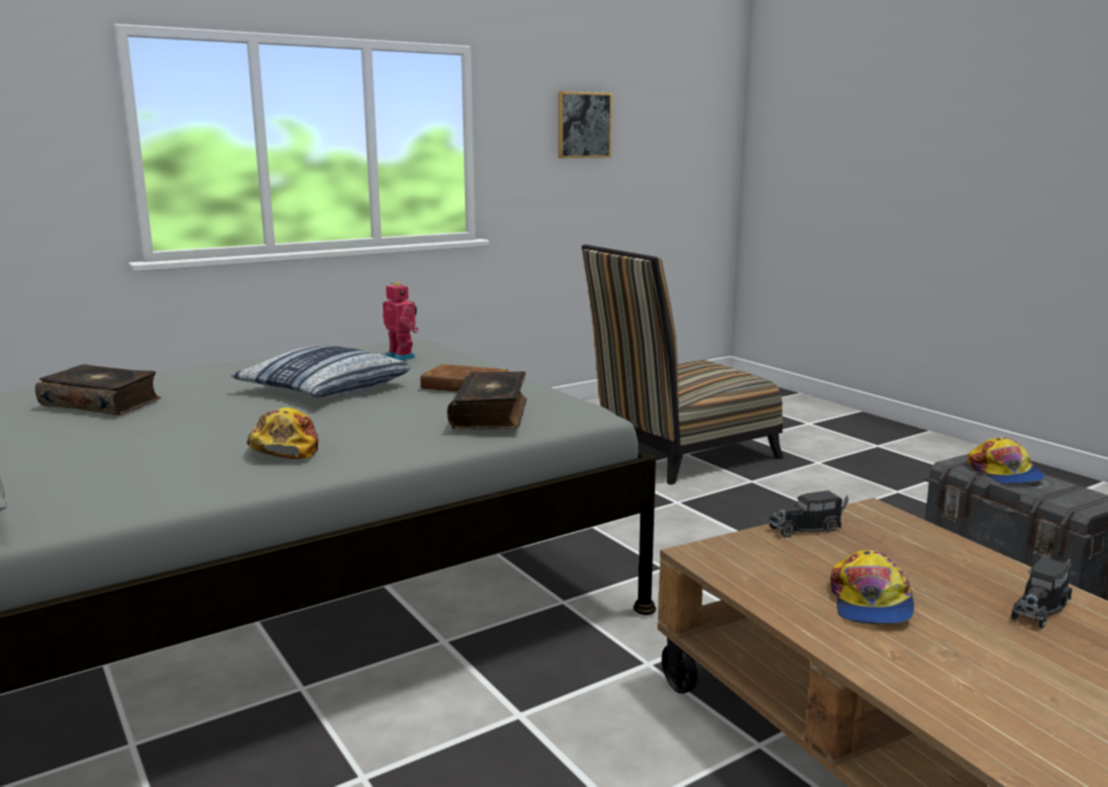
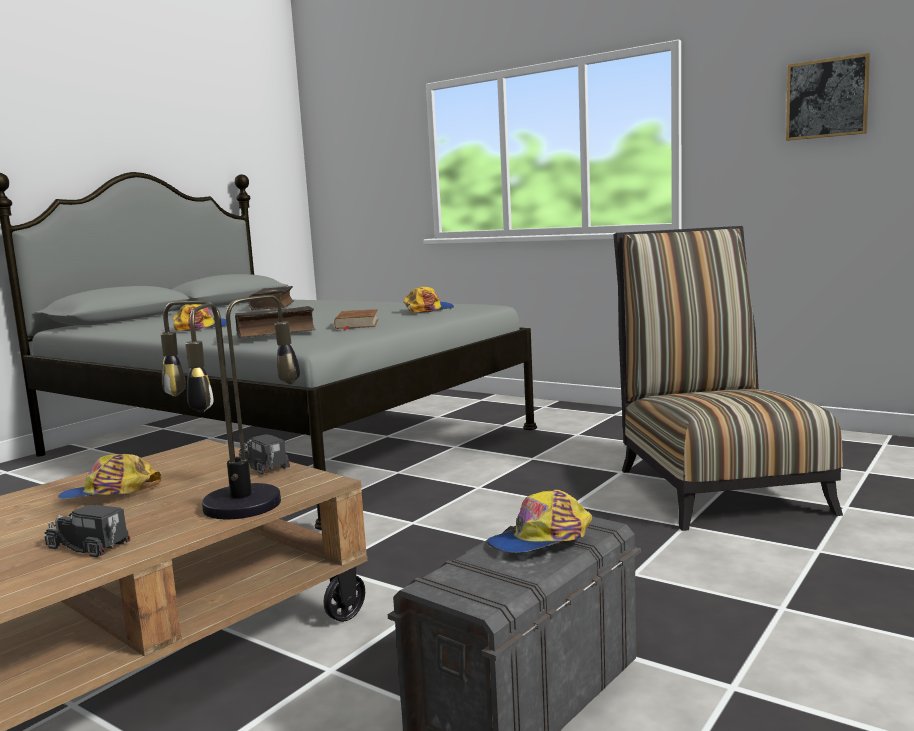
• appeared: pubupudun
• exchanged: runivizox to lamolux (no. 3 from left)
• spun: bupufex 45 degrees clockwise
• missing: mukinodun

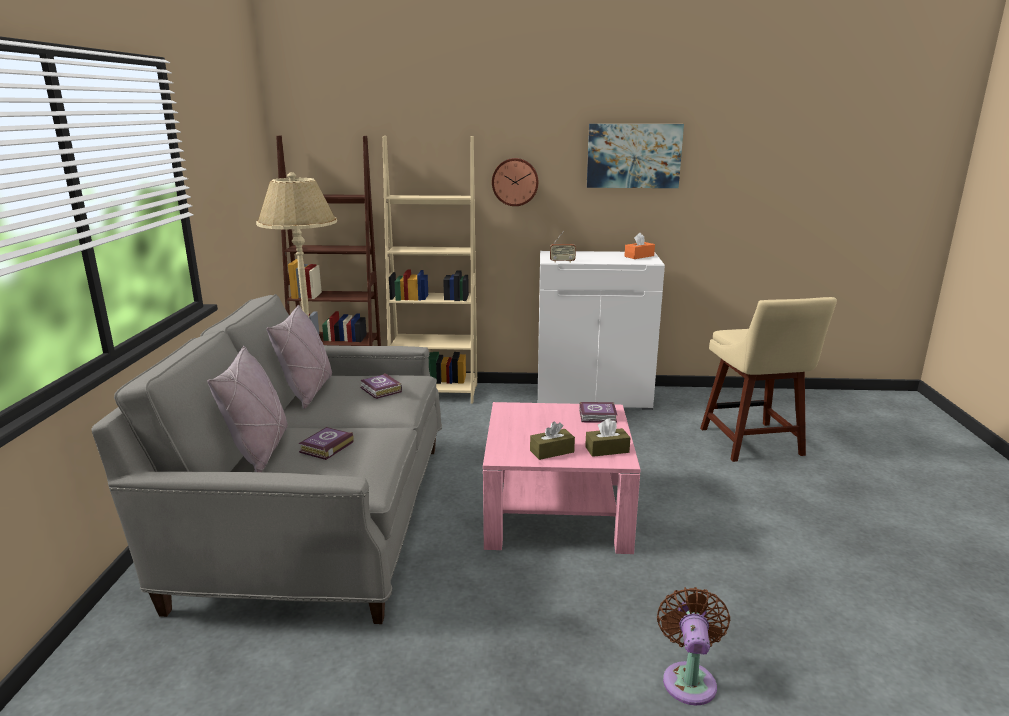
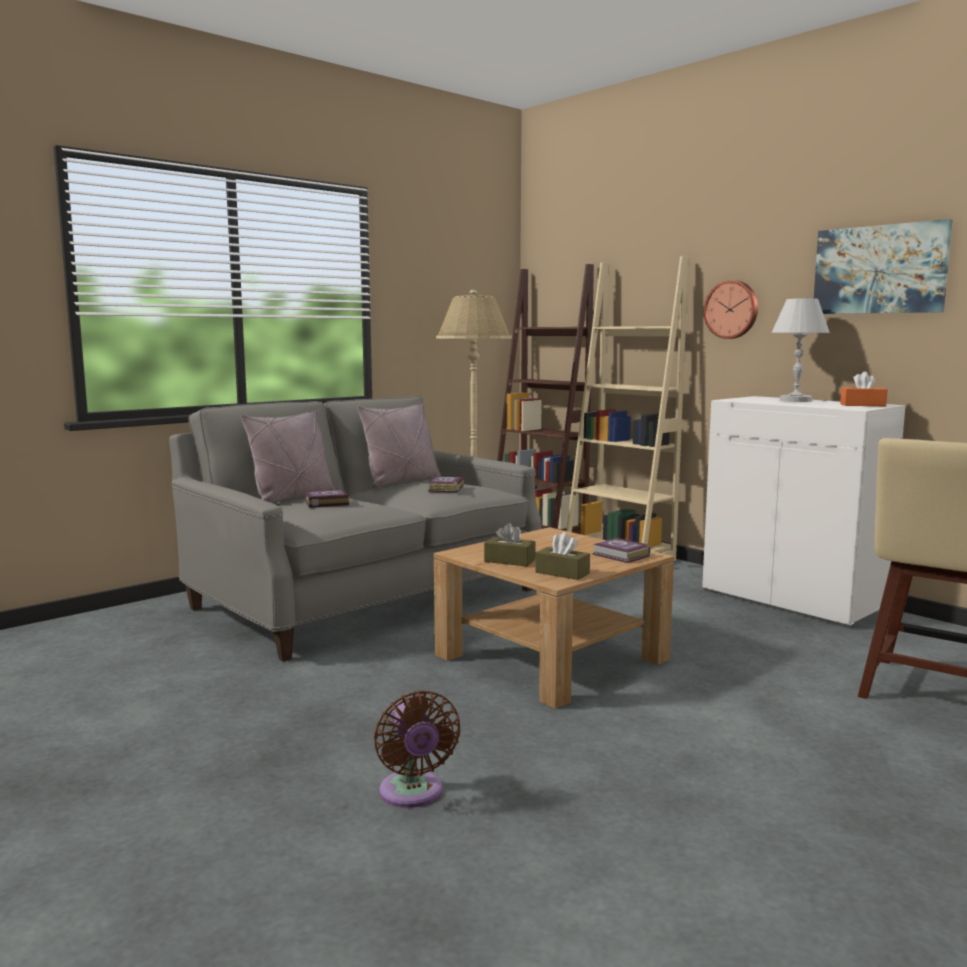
• spun: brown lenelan 105 degrees clockwise
• colour: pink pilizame to brown pilizame
• appeared: white pubupudun
• missing: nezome

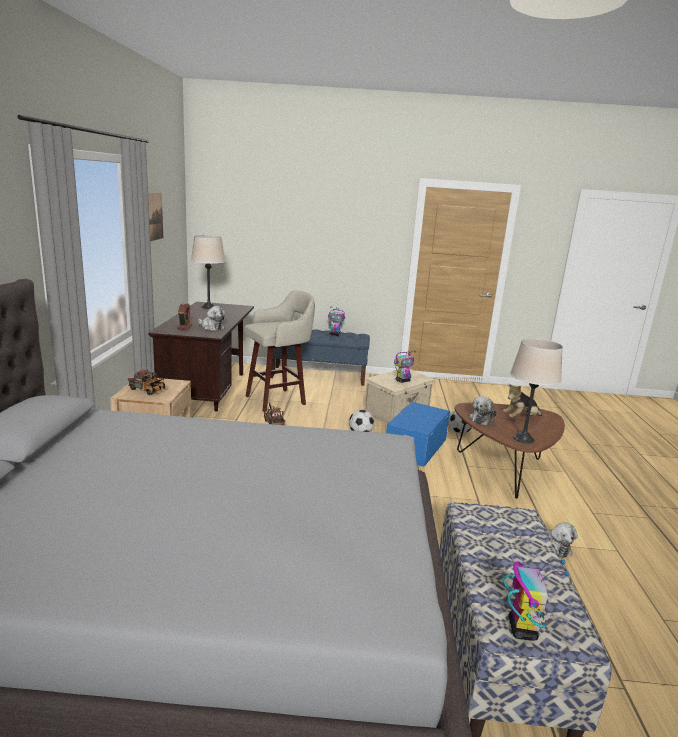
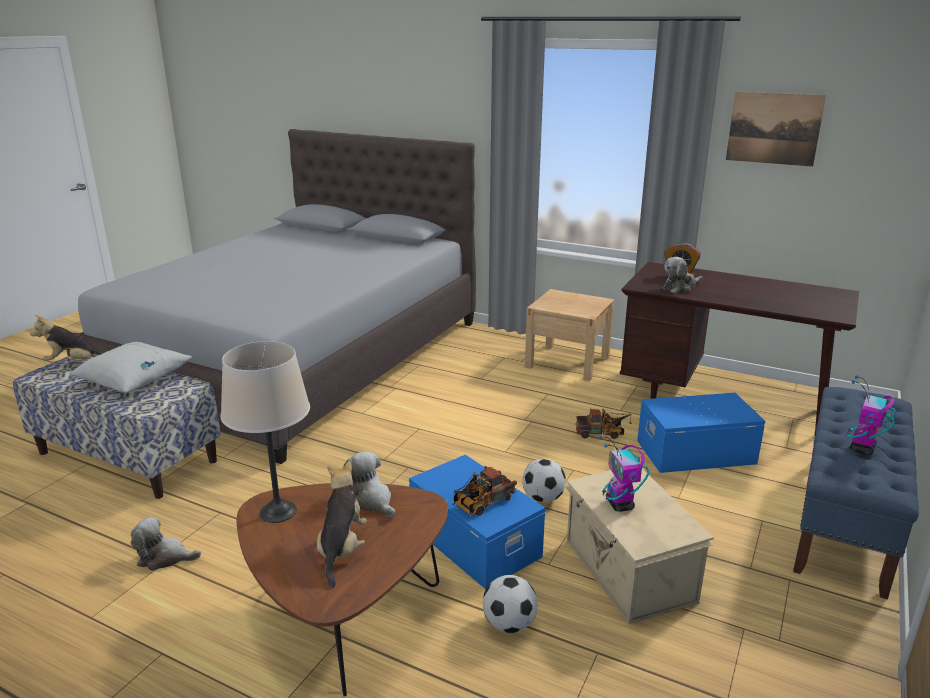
• exchanged: runivizox (no. 3 from left) to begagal (no. 1 from left)
• appeared: grey mukinodun
• relocated: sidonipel (no. 1 from left)
• exchanged: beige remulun to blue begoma (no. 2 from left)
• missing: beige pubupudun (no. 1 from left)

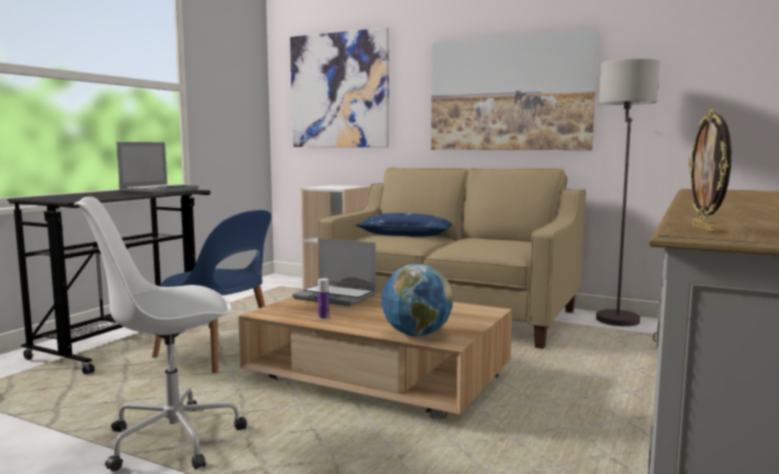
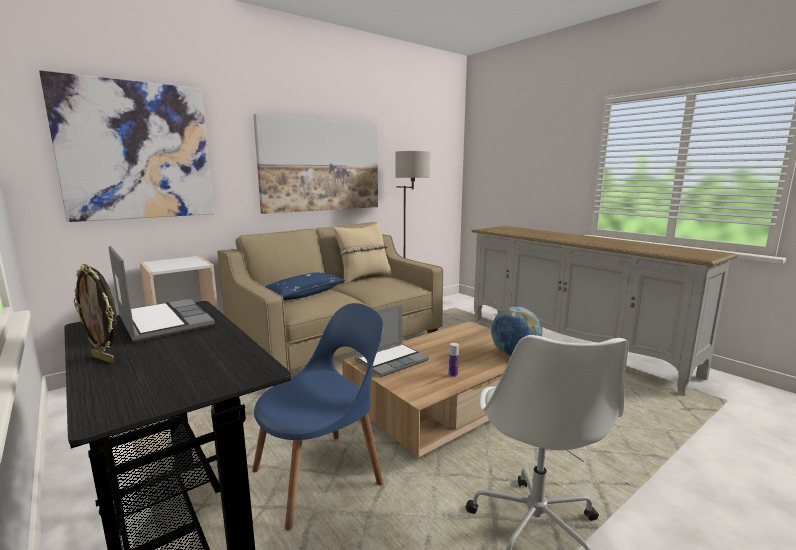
• relocated: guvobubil
• appeared: beige mukinodun

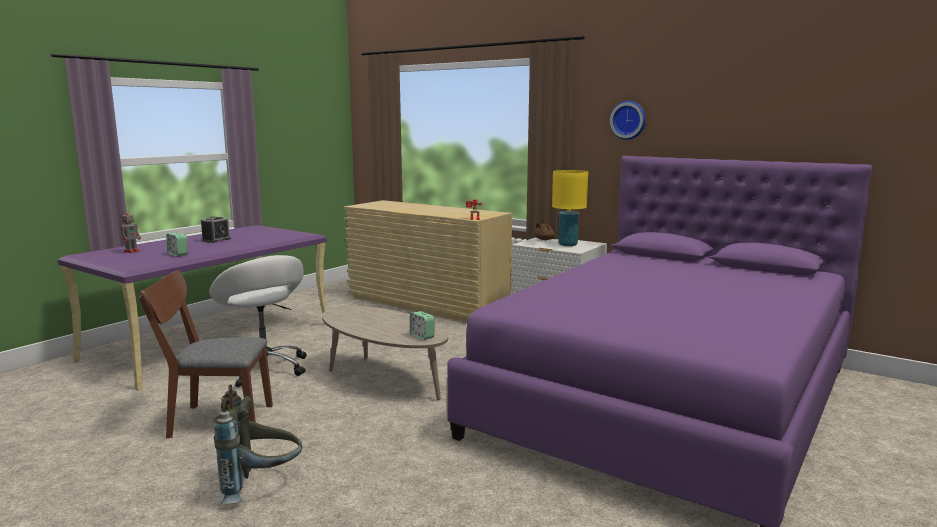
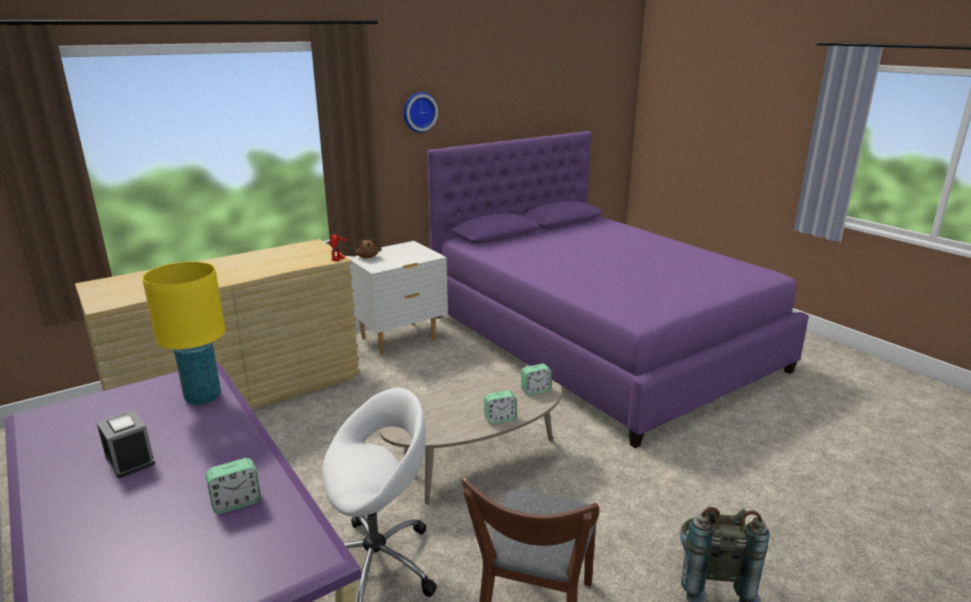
• relocated: yellow pubupudun
• appeared: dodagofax (no. 3 from left)
• missing: runivizox (no. 1 from left)

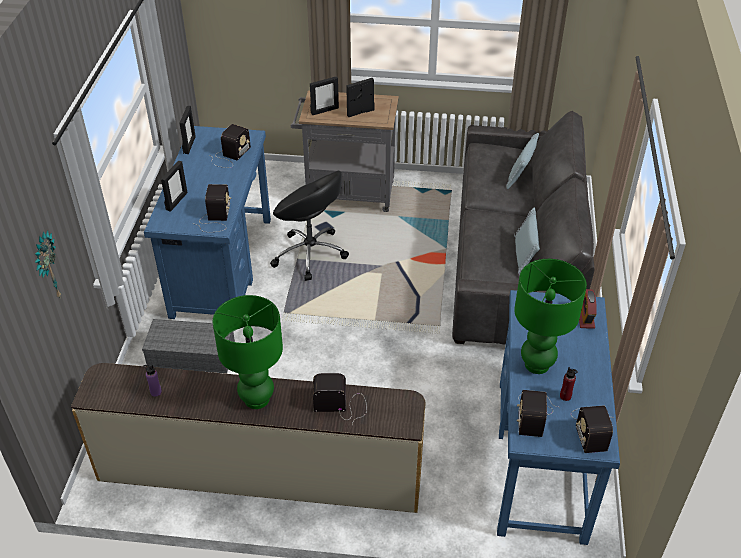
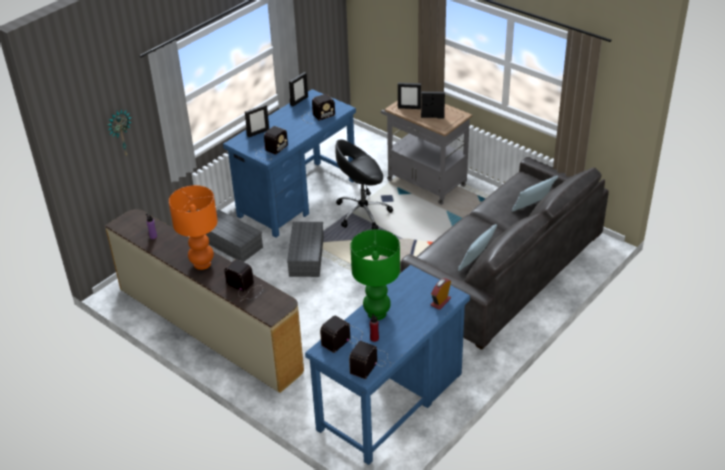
• colour: green pubupudun (no. 1 from left) to orange pubupudun
• appeared: grey begoma (no. 2 from left)
• spun: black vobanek 90 degrees clockwise

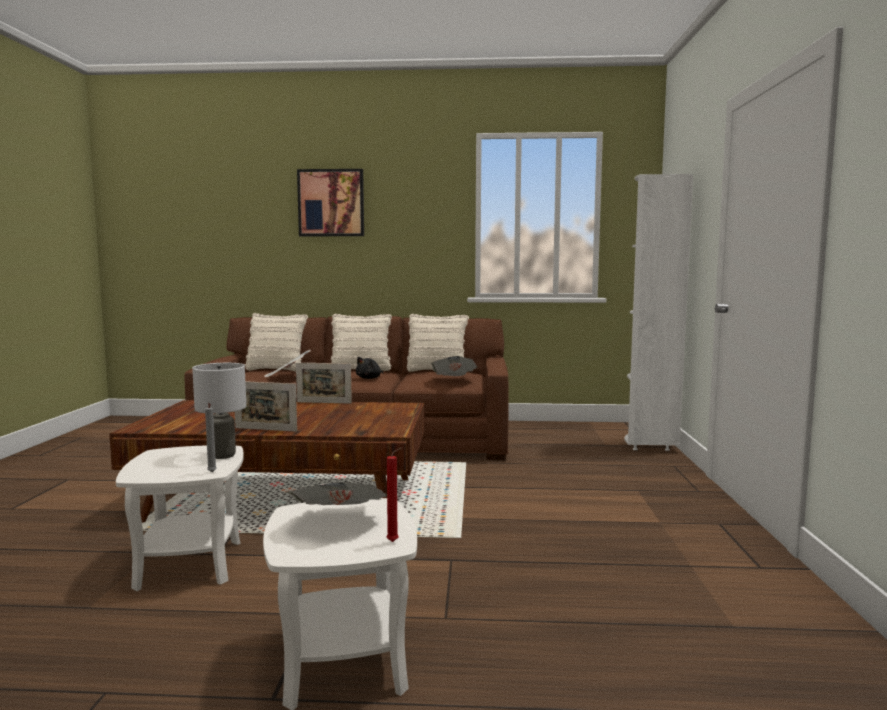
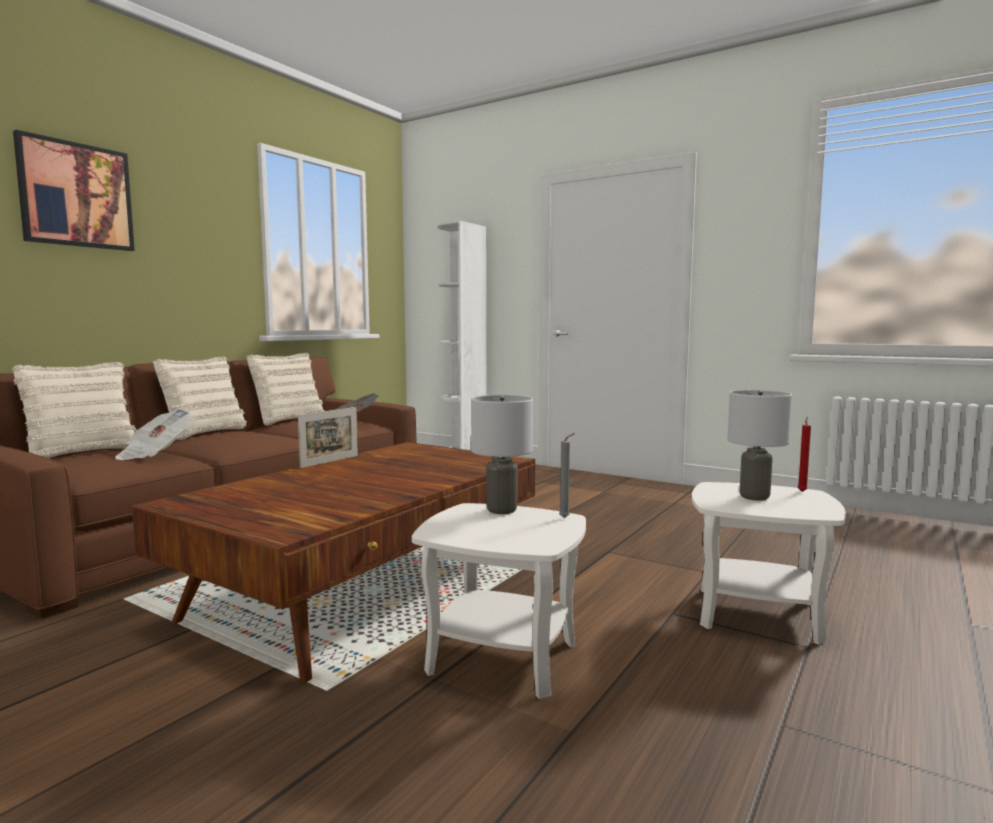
• exchanged: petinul (no. 2 from left) to white pubupudun (no. 2 from left)
• missing: guvobubil (no. 1 from left)
• missing: black begagal

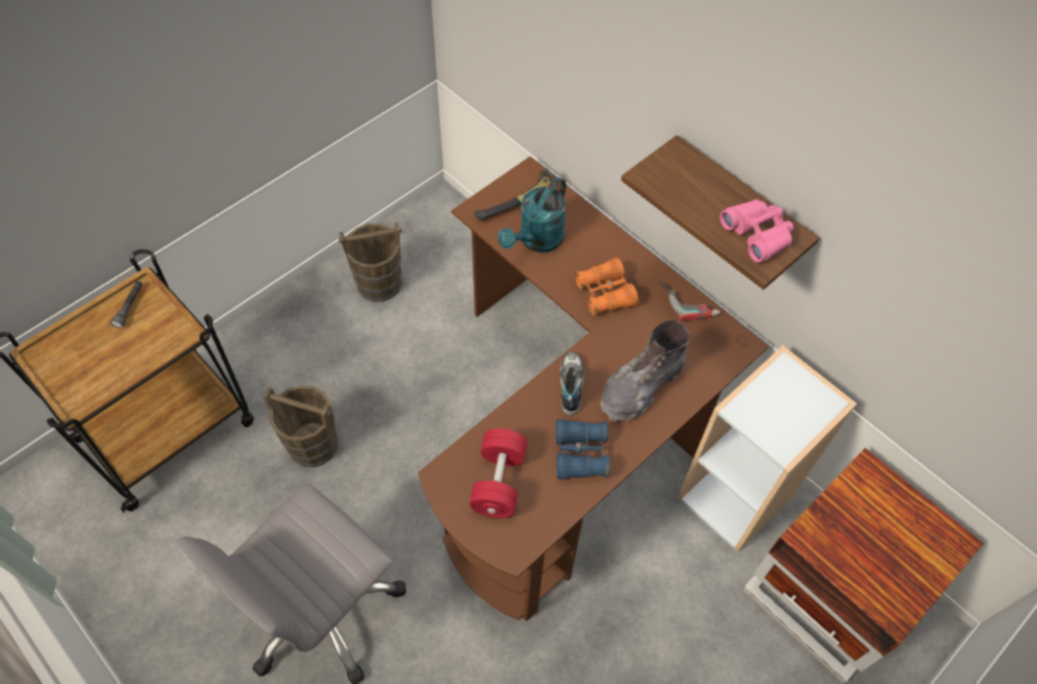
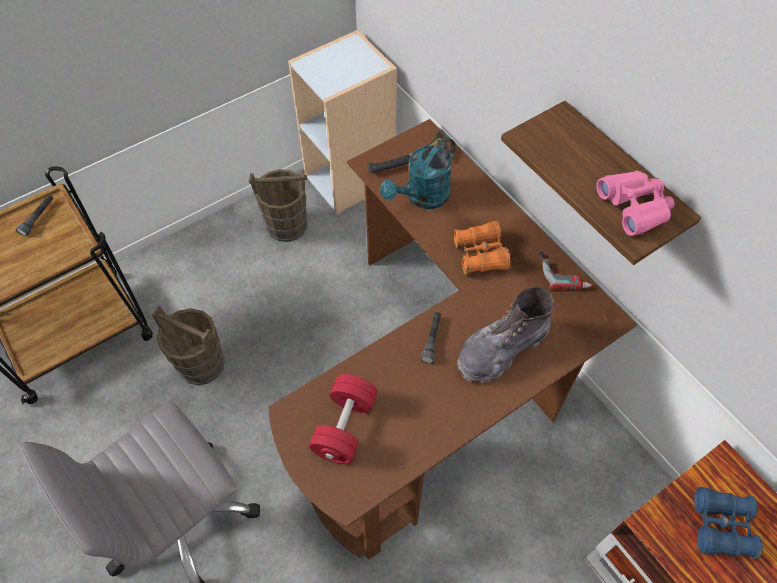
• relocated: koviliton
• exchanged: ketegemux to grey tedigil (no. 2 from left)
• relocated: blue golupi

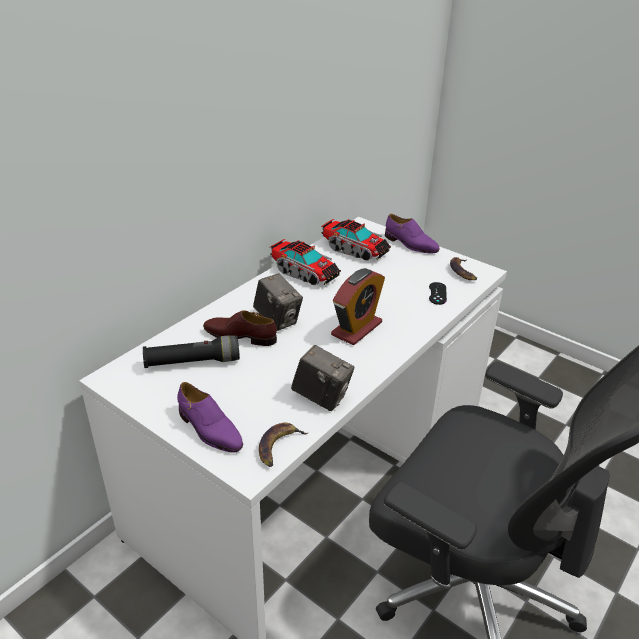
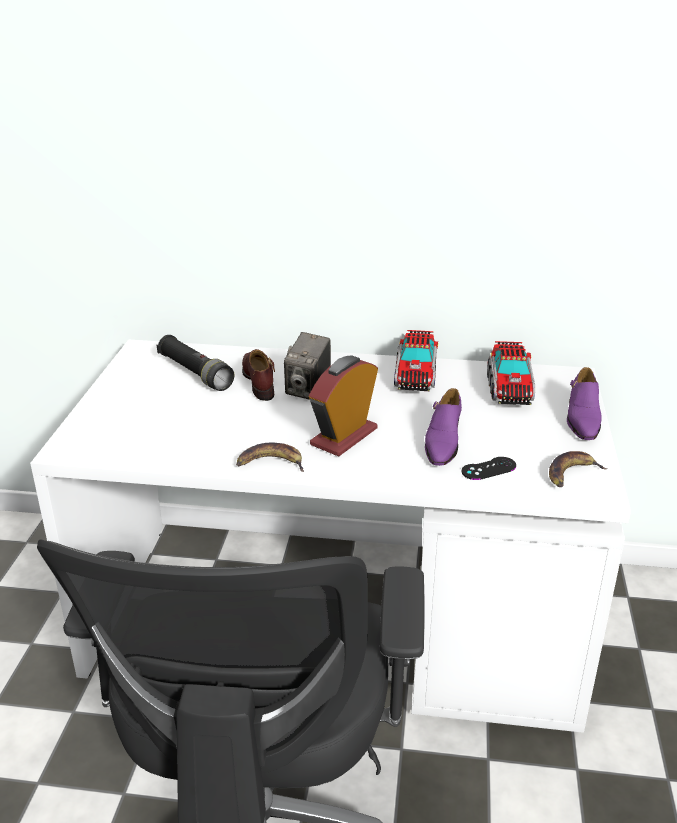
• relocated: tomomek (no. 1 from left)
• spun: dodagofax 120 degrees clockwise
• relocated: purple ketegemux (no. 1 from left)
• missing: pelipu (no. 2 from left)

